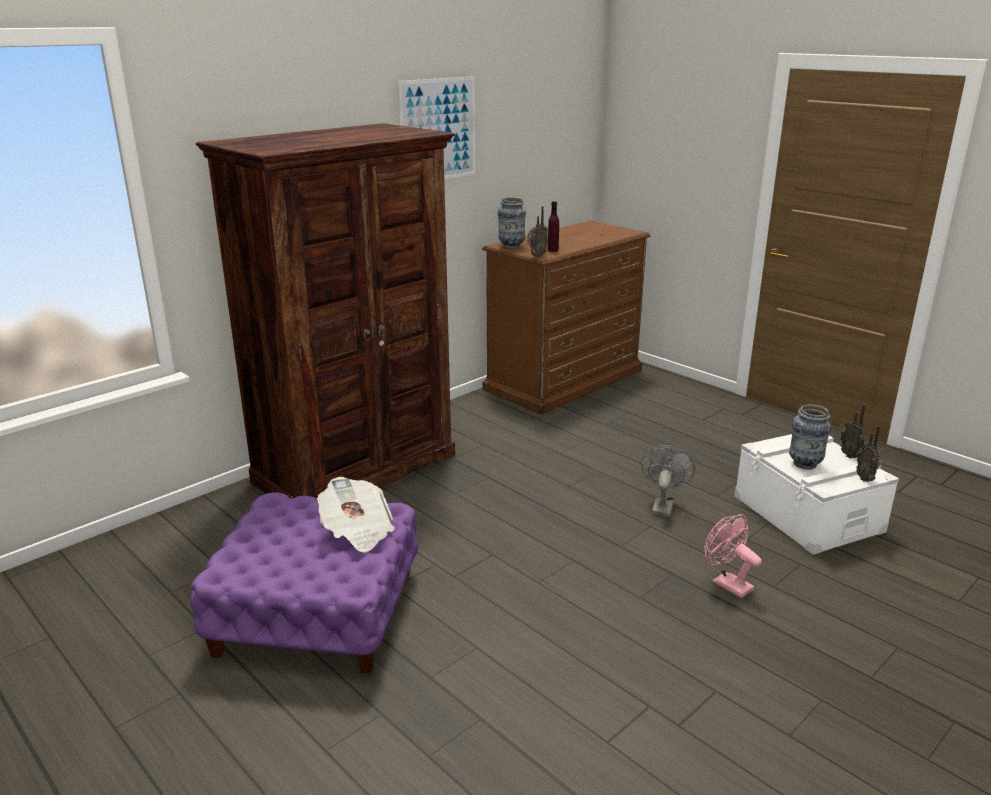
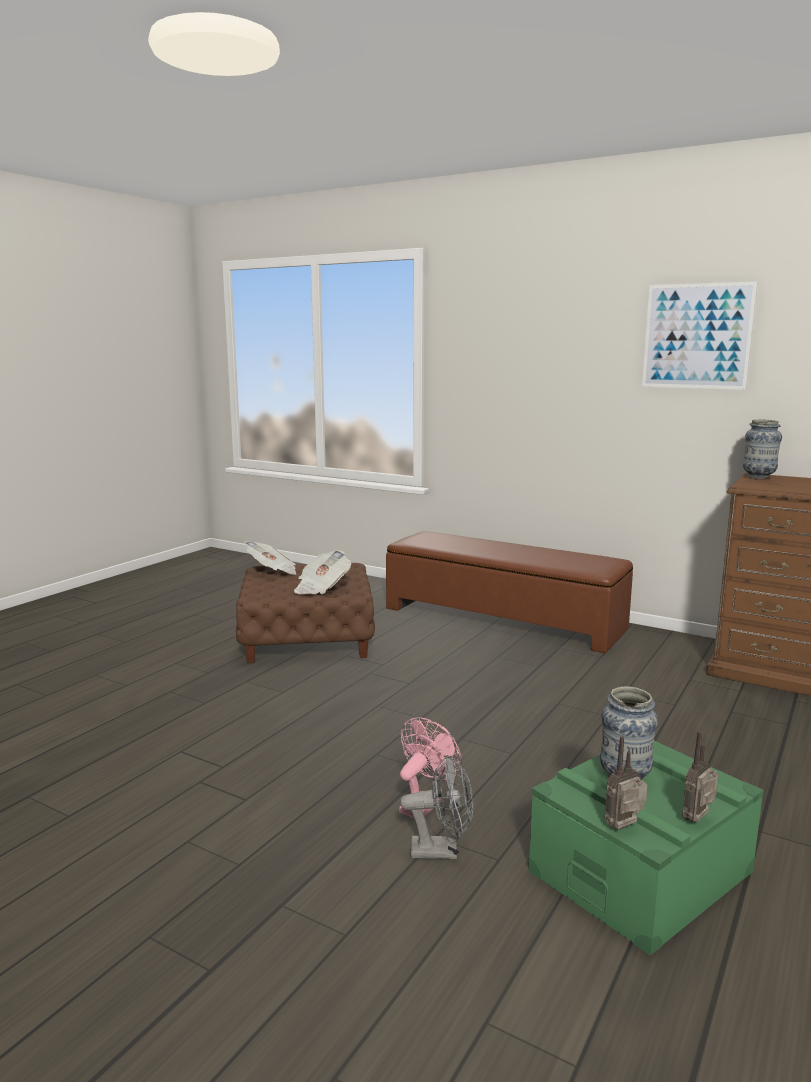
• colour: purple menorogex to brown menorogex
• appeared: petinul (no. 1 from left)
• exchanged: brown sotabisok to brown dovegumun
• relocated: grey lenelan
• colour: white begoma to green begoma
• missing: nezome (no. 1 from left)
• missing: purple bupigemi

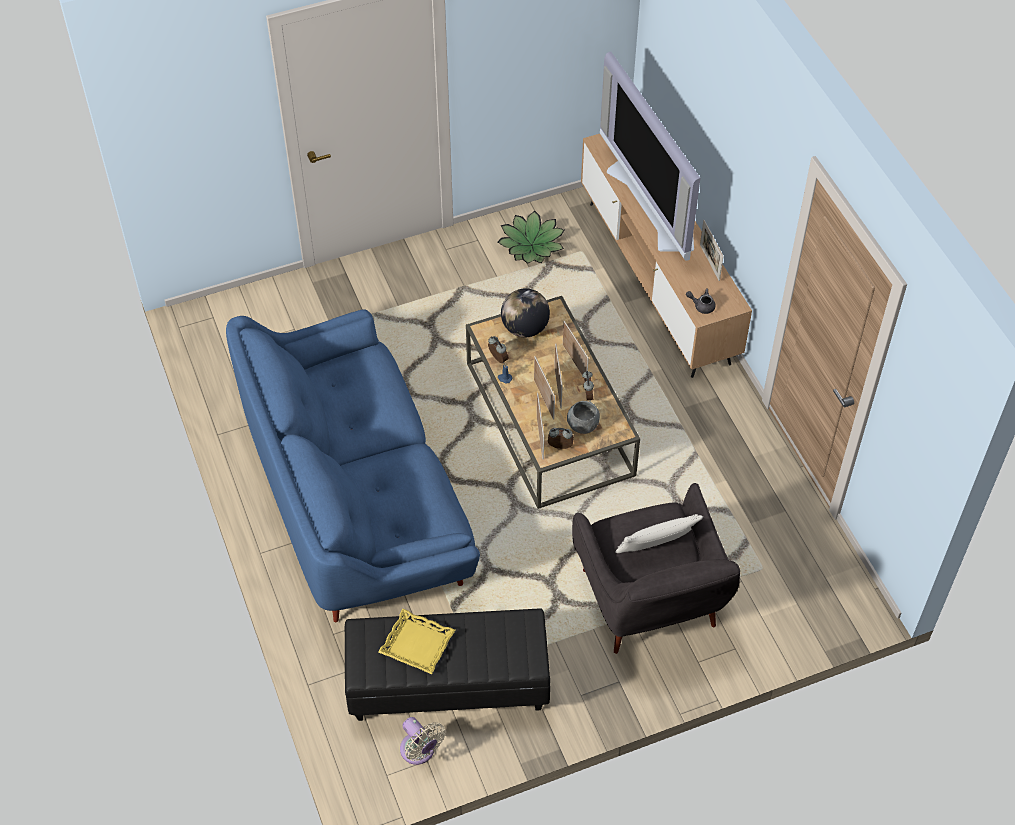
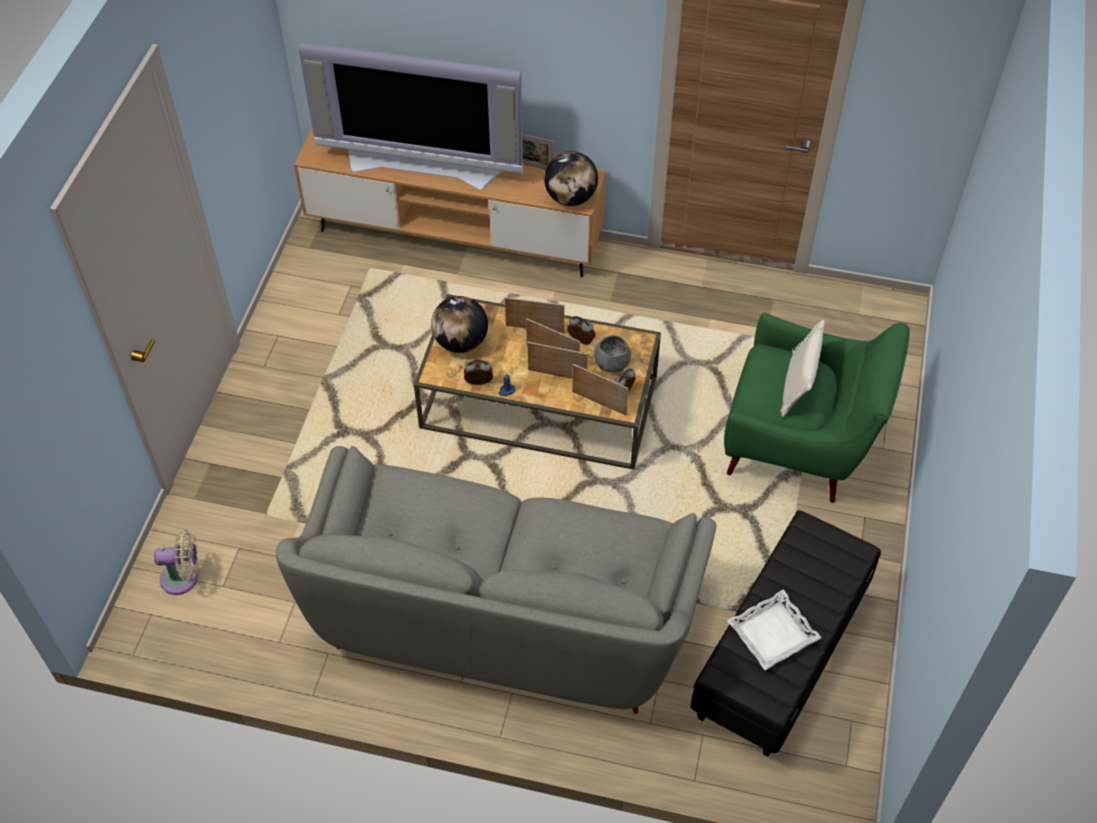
• relocated: beige lenelan
• colour: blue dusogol to grey dusogol
• exchanged: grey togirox to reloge (no. 2 from left)
• colour: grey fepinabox to green fepinabox
• colour: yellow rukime to white rukime
• missing: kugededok

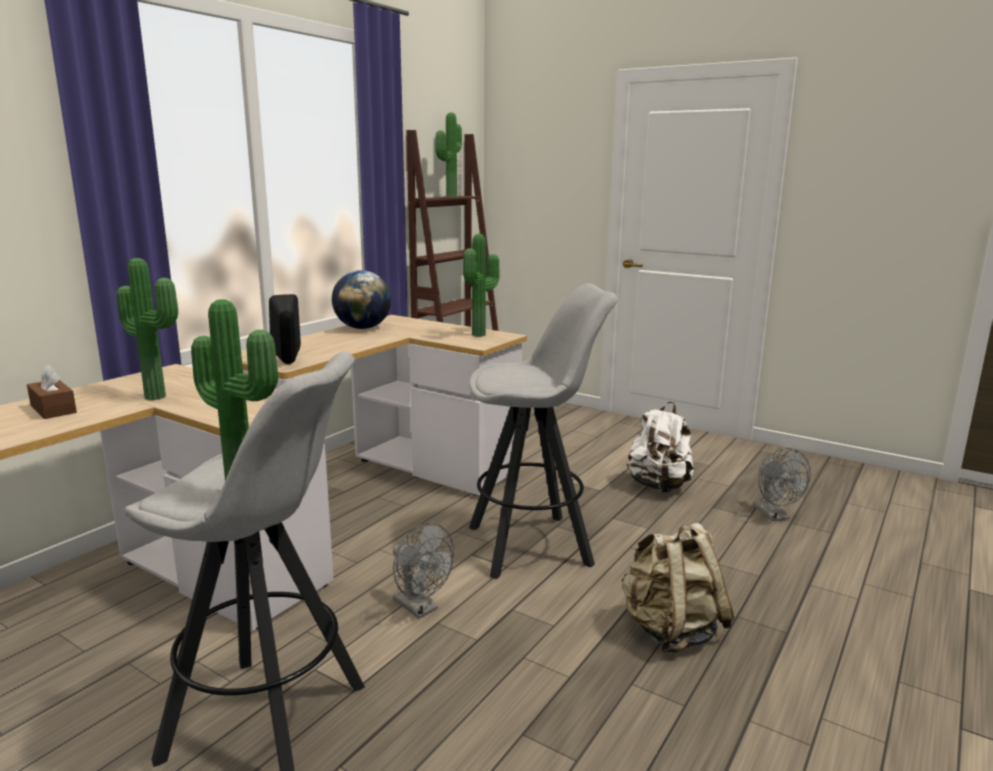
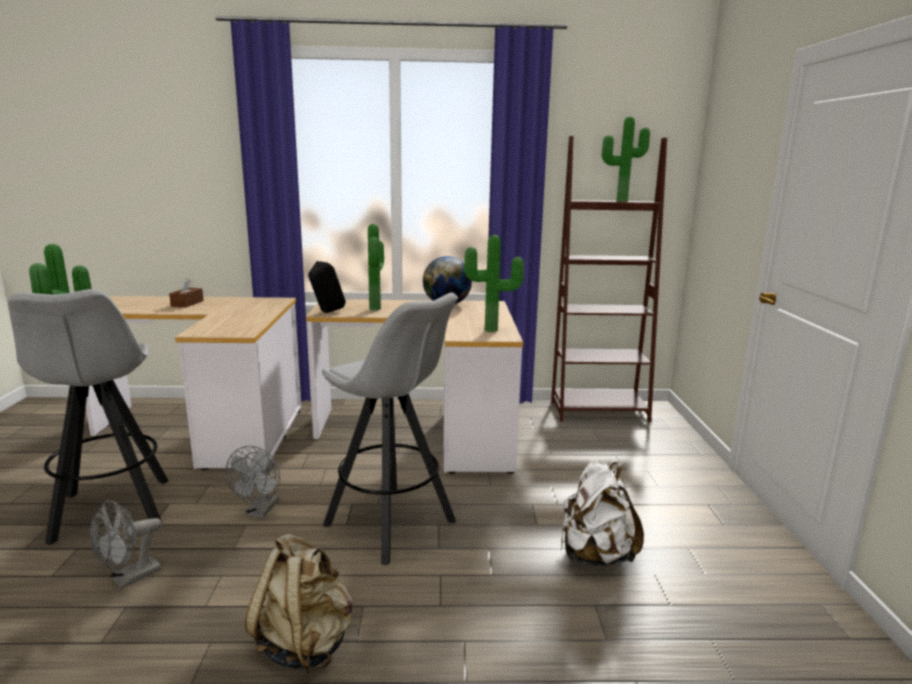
• relocated: grey lenelan (no. 2 from left in the first image) to grey lenelan (no. 1 from left)
• relocated: kugededok (no. 1 from left in the first image) to kugededok (no. 2 from left)

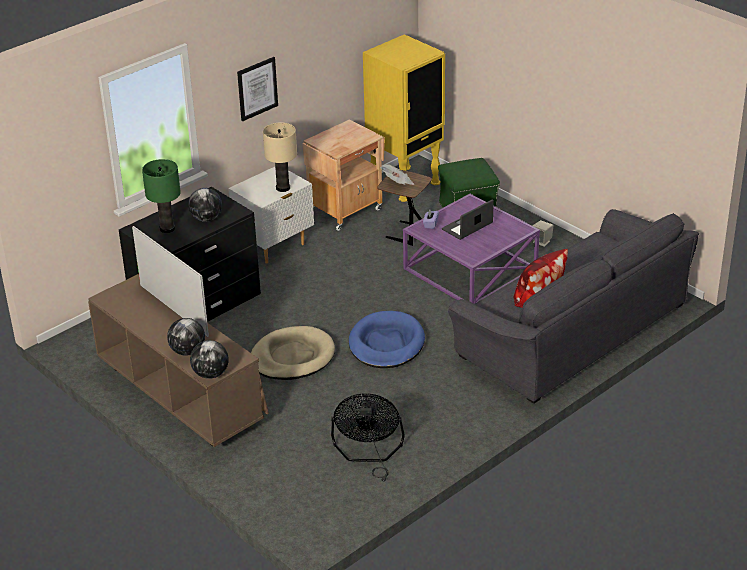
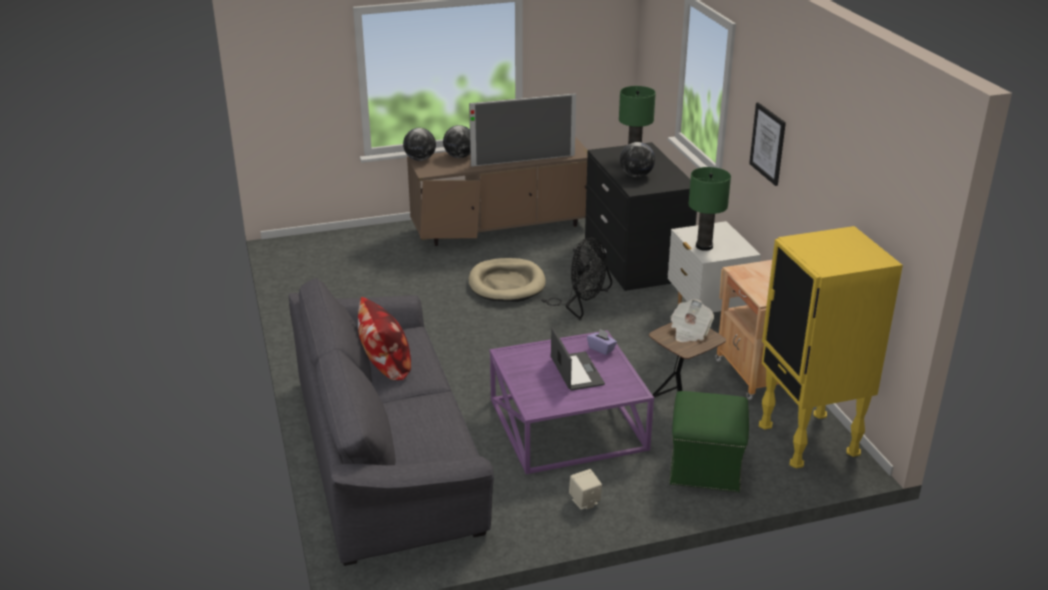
• relocated: black lenelan
• colour: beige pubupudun to green pubupudun (no. 2 from left)
• missing: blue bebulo

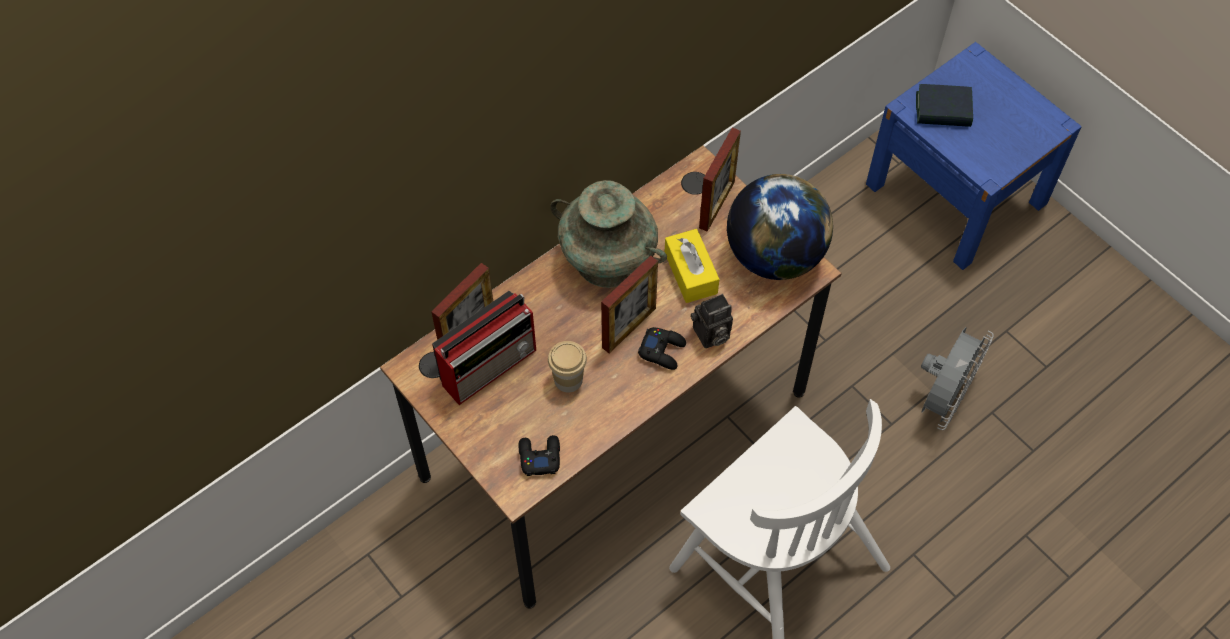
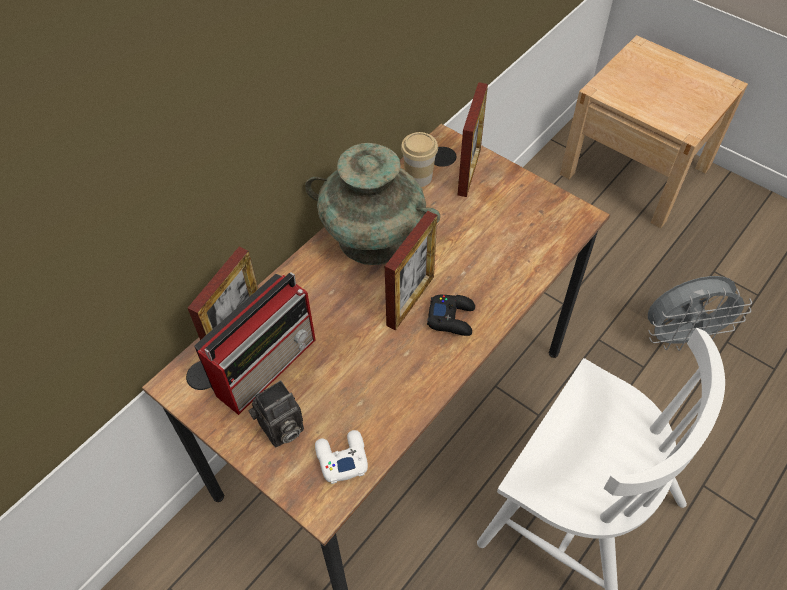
• relocated: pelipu
• colour: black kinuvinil (no. 1 from left) to white kinuvinil
• relocated: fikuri
• colour: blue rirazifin to beige rirazifin
• spun: grey lenelan 60 degrees clockwise
• missing: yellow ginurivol
• missing: reloge
• missing: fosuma

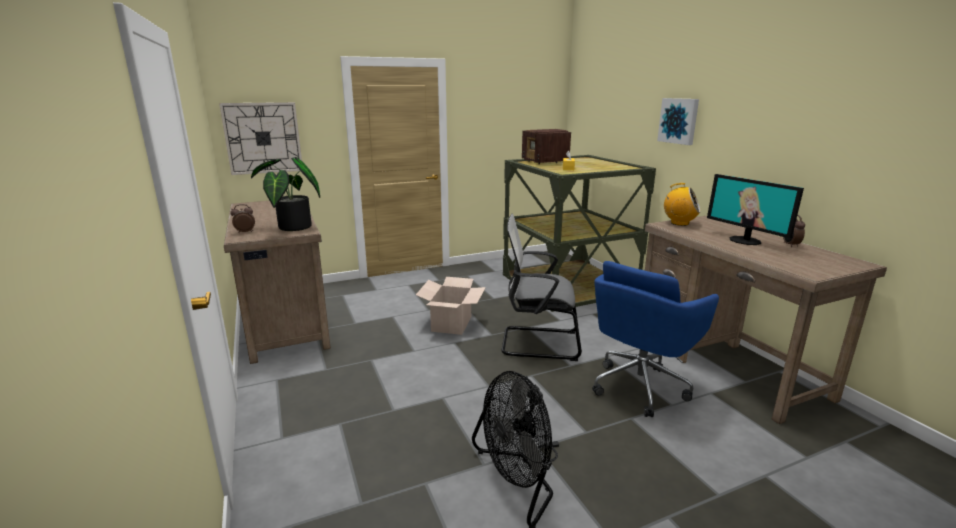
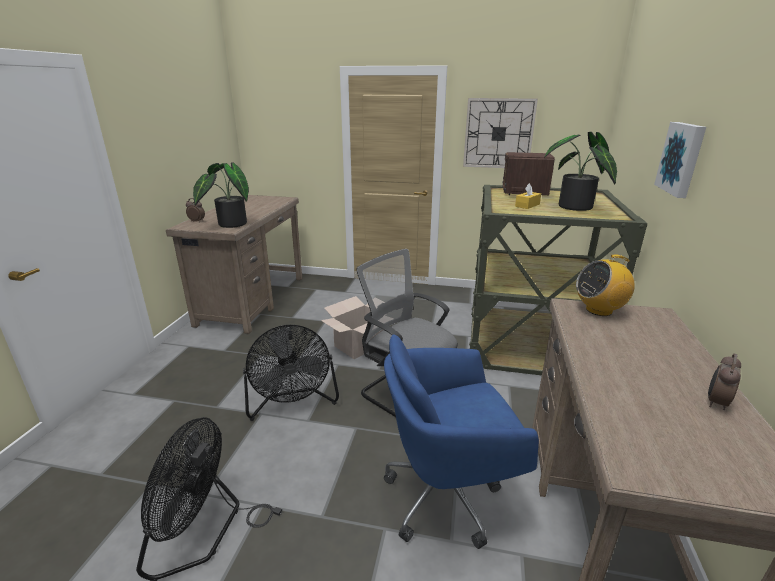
• appeared: black lenelan (no. 2 from left)
• relocated: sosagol
• appeared: kugededok (no. 2 from left)
• spun: nezome (no. 2 from left) 105 degrees clockwise
• missing: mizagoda

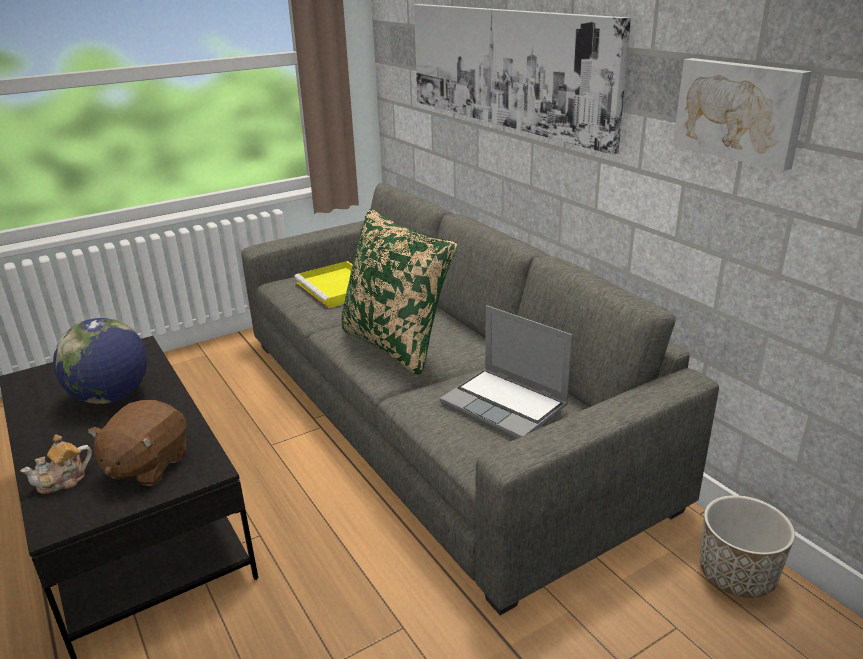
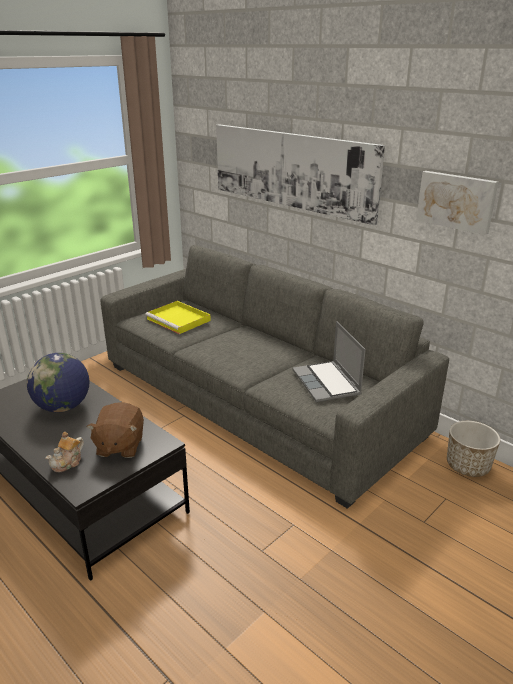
• spun: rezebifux 45 degrees clockwise
• missing: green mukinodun

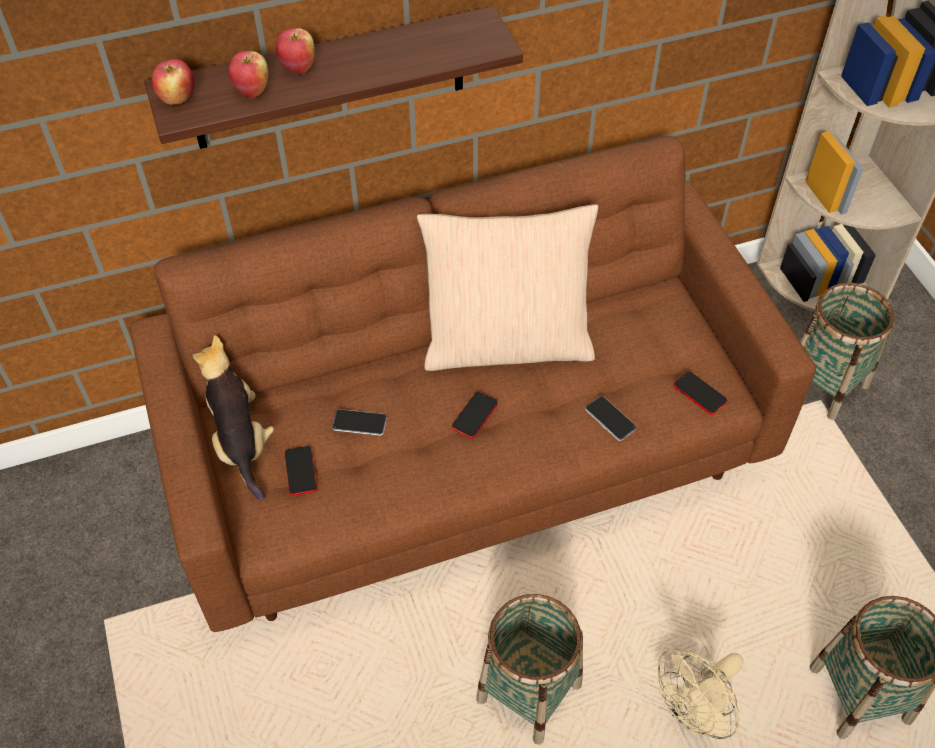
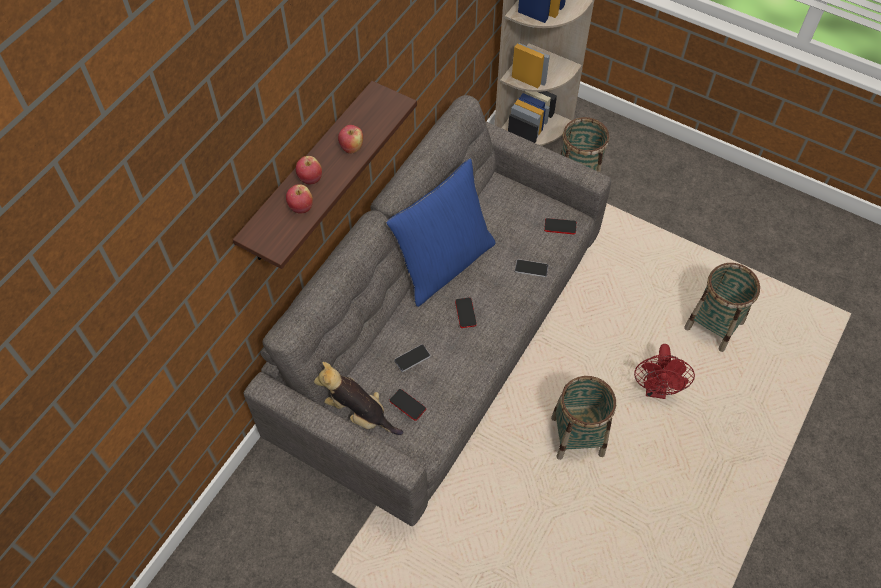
• colour: brown dusogol to grey dusogol
• relocated: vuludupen (no. 1 from left in the first image) to vuludupen (no. 3 from left)
• colour: beige mukinodun to blue mukinodun
• colour: beige lenelan to red lenelan

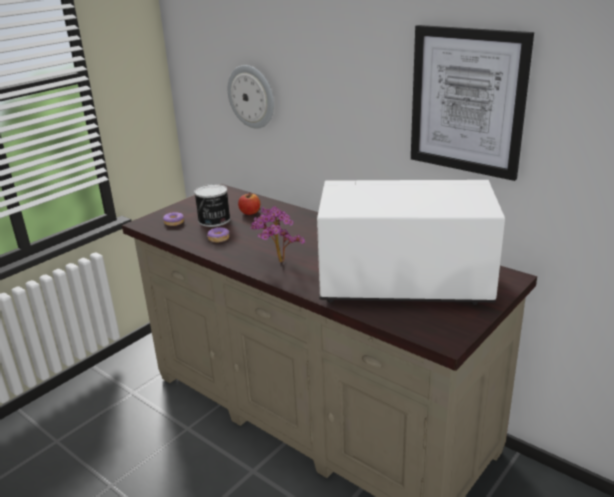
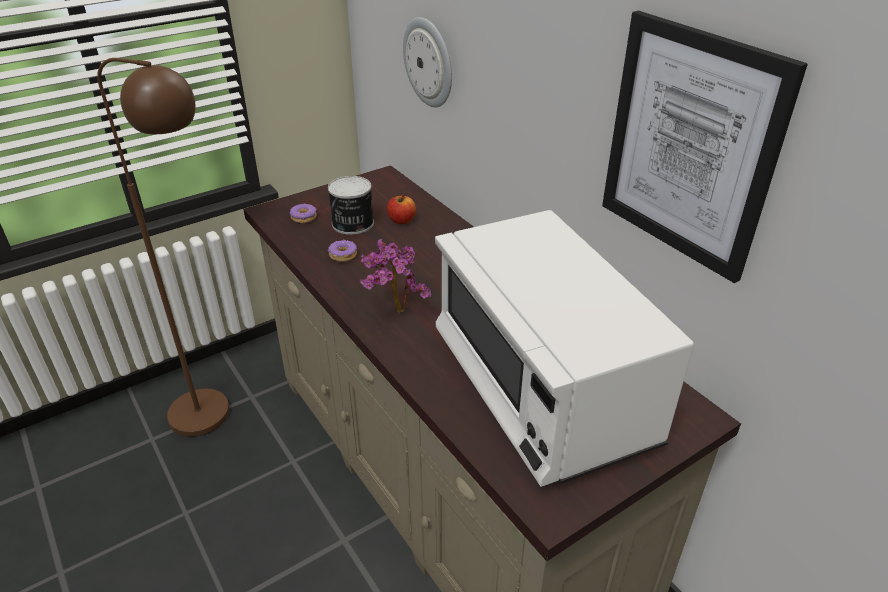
• appeared: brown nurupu
• spun: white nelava 135 degrees counterclockwise

